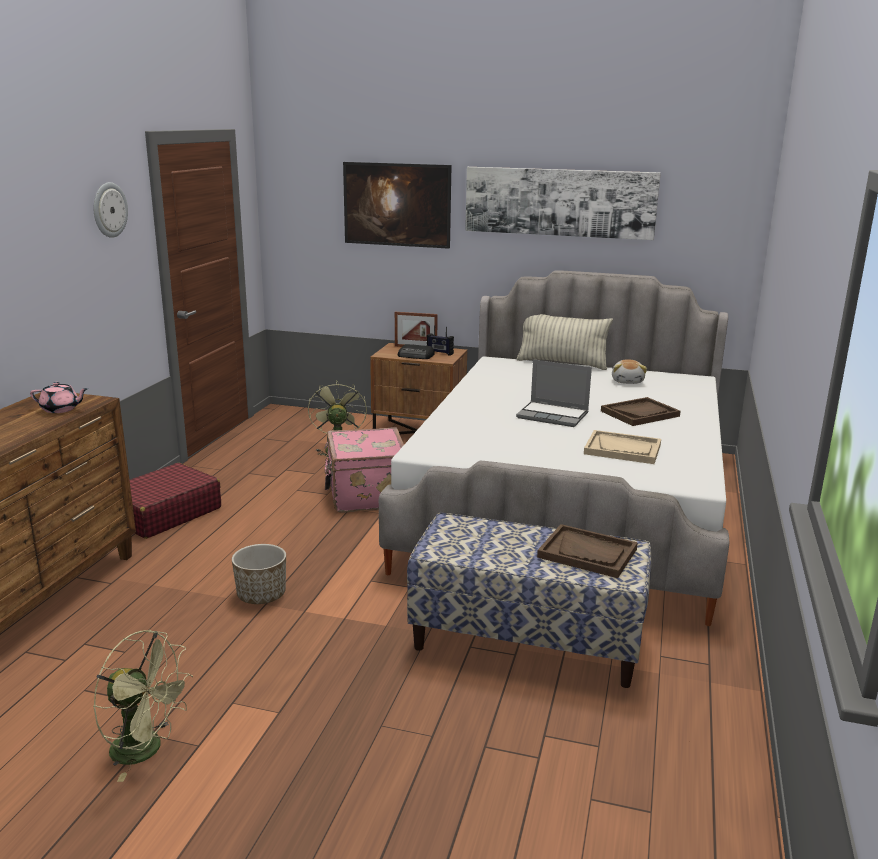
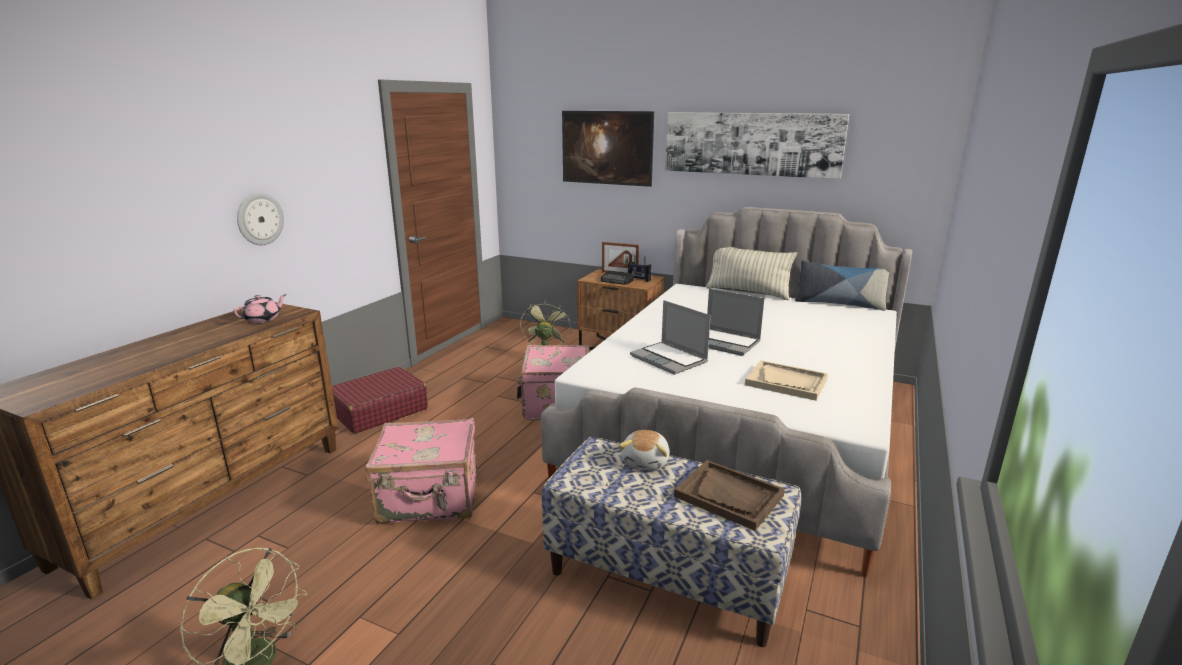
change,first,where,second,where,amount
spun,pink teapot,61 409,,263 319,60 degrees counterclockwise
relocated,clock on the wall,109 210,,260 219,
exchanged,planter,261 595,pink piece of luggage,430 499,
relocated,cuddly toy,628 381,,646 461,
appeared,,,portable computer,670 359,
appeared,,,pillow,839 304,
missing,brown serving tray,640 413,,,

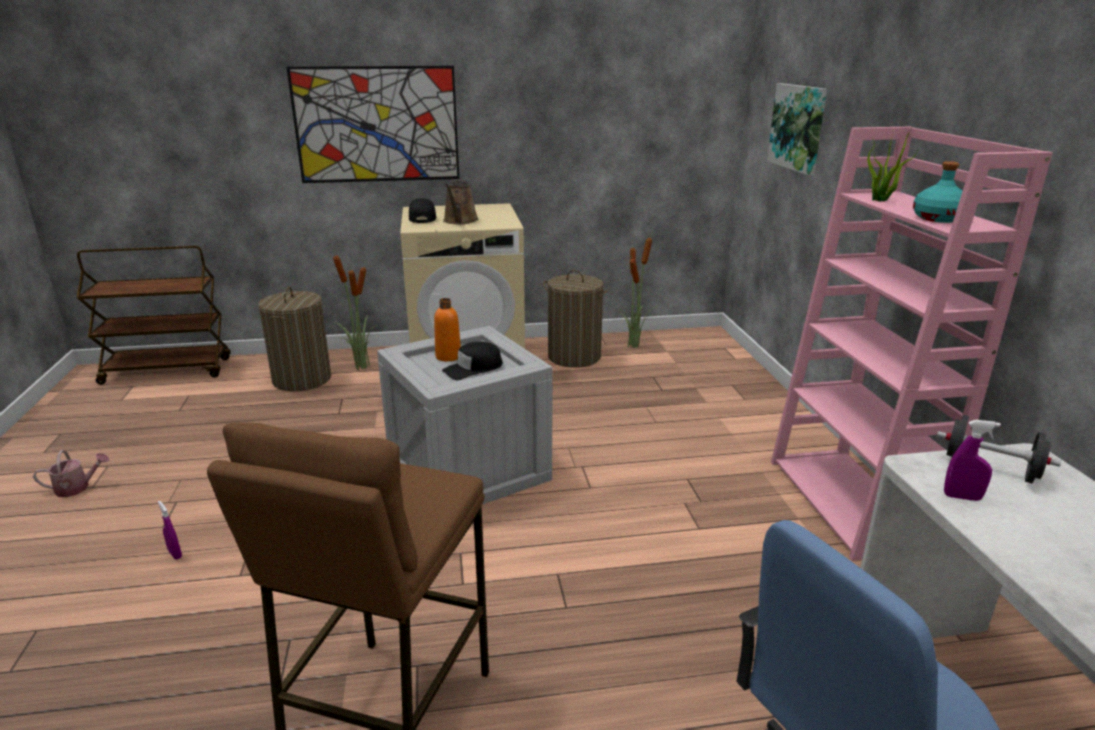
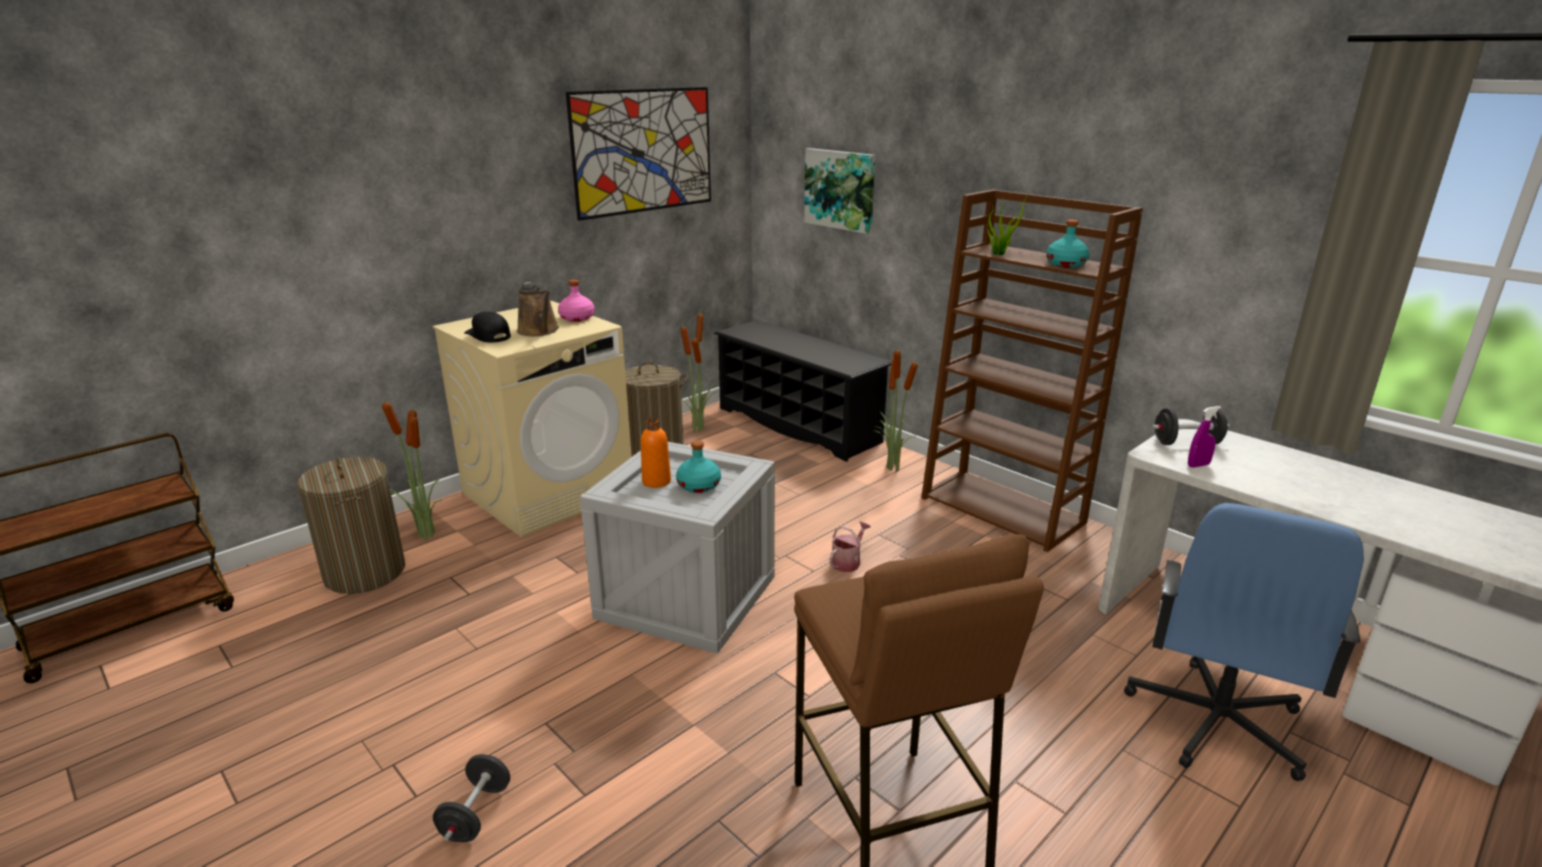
change,first,where,second,where,amount
exchanged,purple spray bottle,175 554,black-coloured hand weight,476 814,
appeared,,,pink bottle,576 318,
relocated,wall art,377 125,,644 151,
exchanged,black-coloured baseball cap,473 368,turquoise bottle,699 485,
appeared,,,black-coloured shoe shelf,799 425,
relocated,watering can,77 488,,848 562,
appeared,,,plant in a pot,892 468,
colour,pink bookcase,851 503,brown bookcase,1004 510,

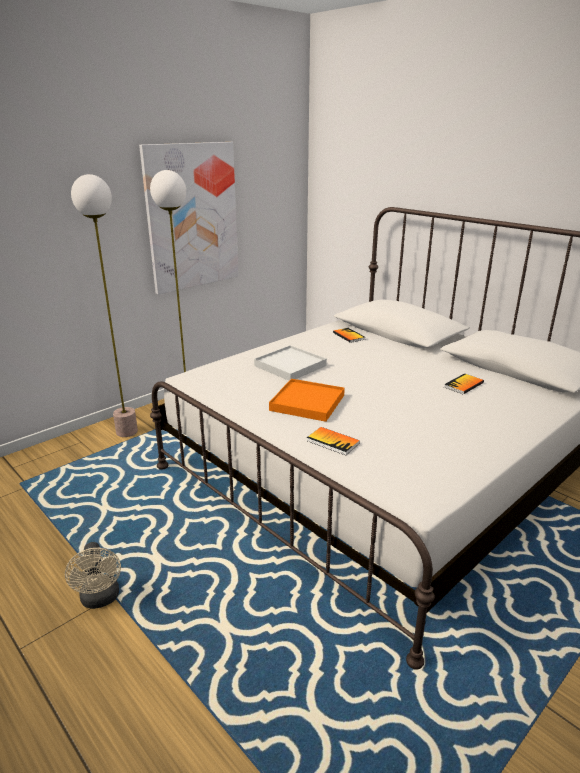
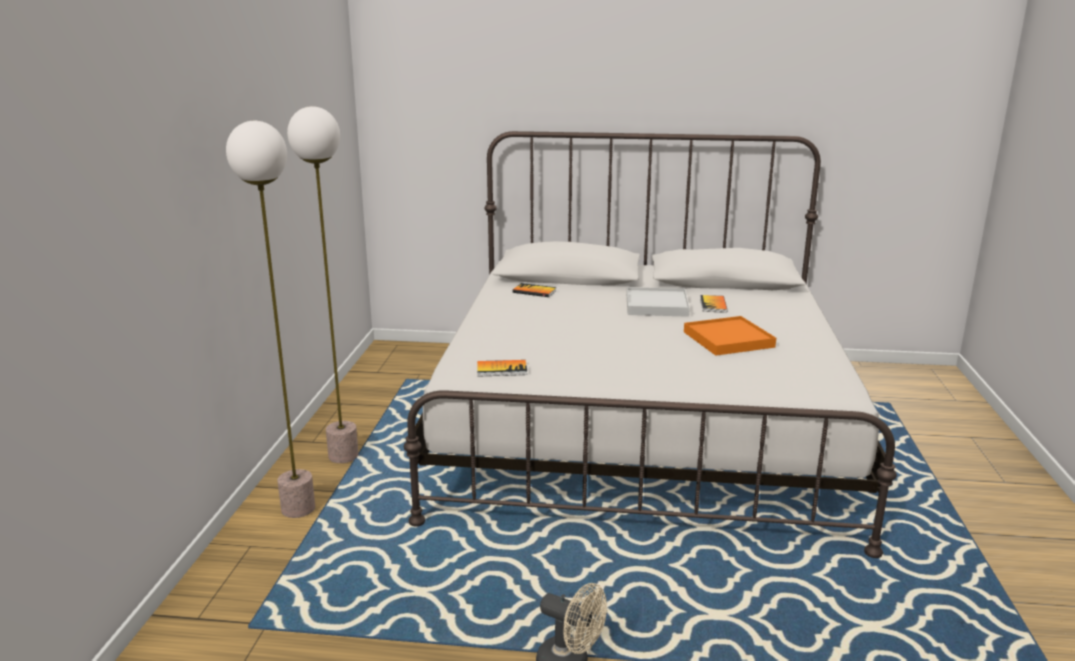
change,first,where,second,where,amount
relocated,book,333 442,,502 369,
relocated,white serving tray,290 366,,656 305,
relocated,orangey serving tray,307 402,,728 339,
missing,wall art,192 217,,,

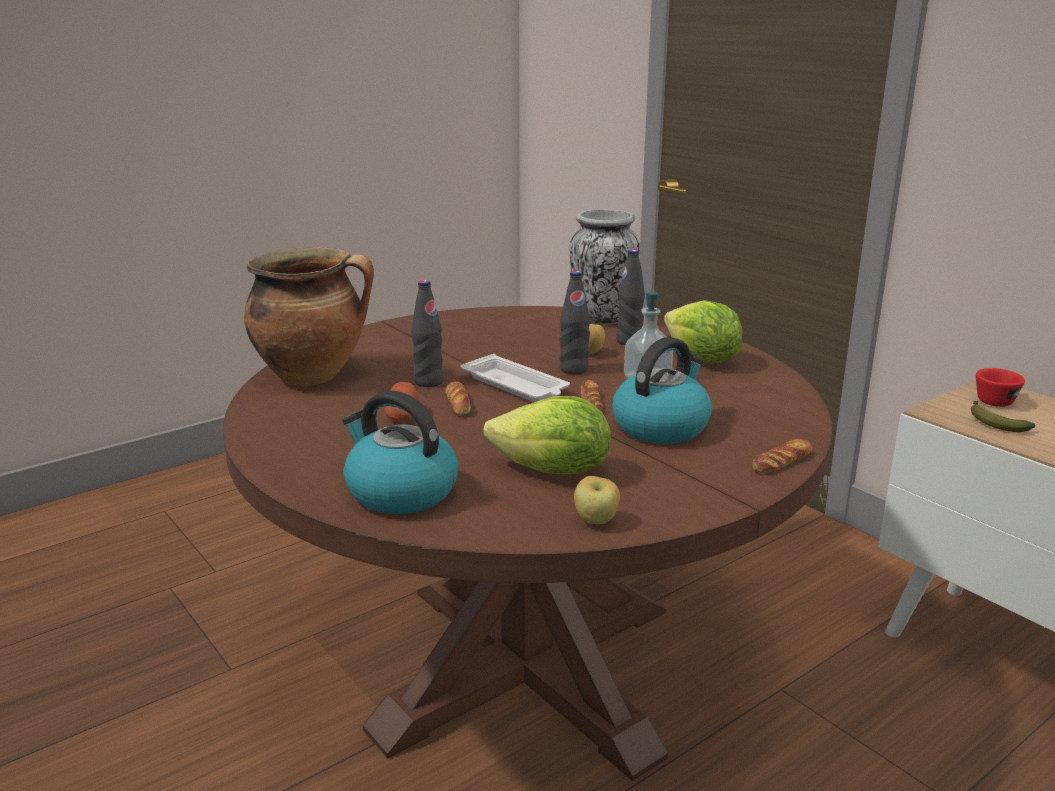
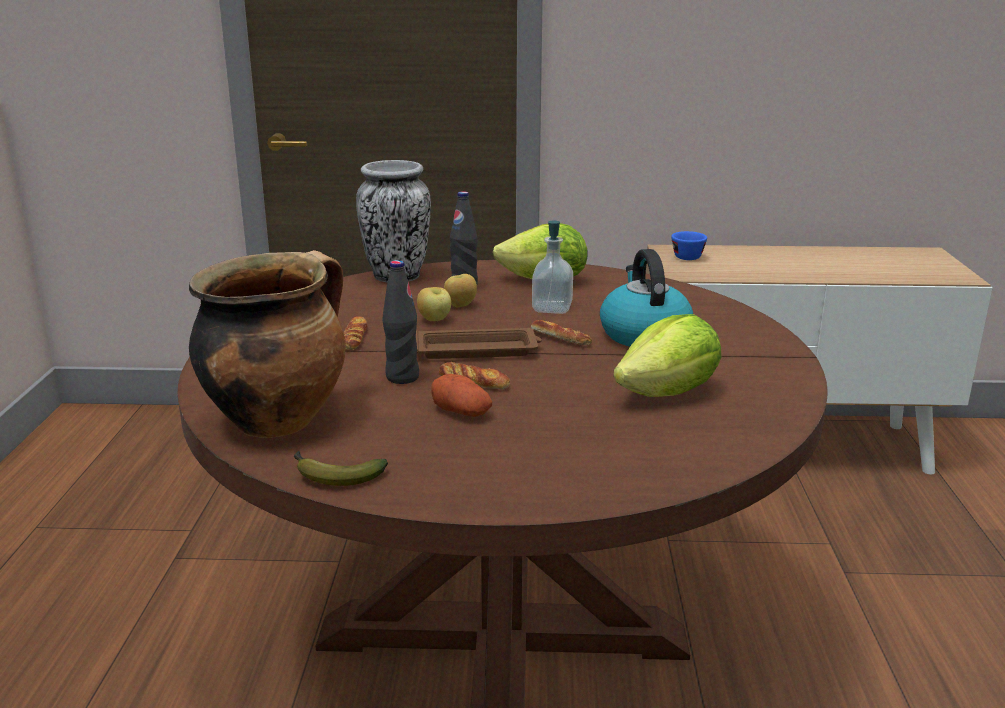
change,first,where,second,where,amount
relocated,banana fruit,994 422,,334 476,
relocated,bakery bread,781 462,,354 338,
colour,white serving tray,516 386,brown serving tray,478 350,
relocated,whole apple,596 521,,435 320,
colour,reddish small cup,997 400,bluish small cup,686 256,
missing,water kettle,400 492,,,
missing,black-coloured bottle,574 369,,,

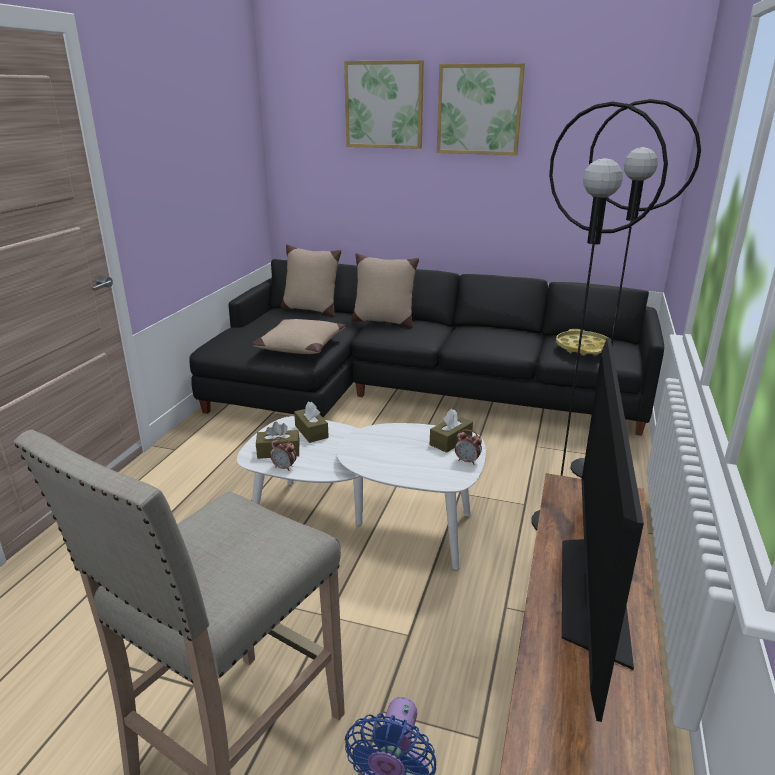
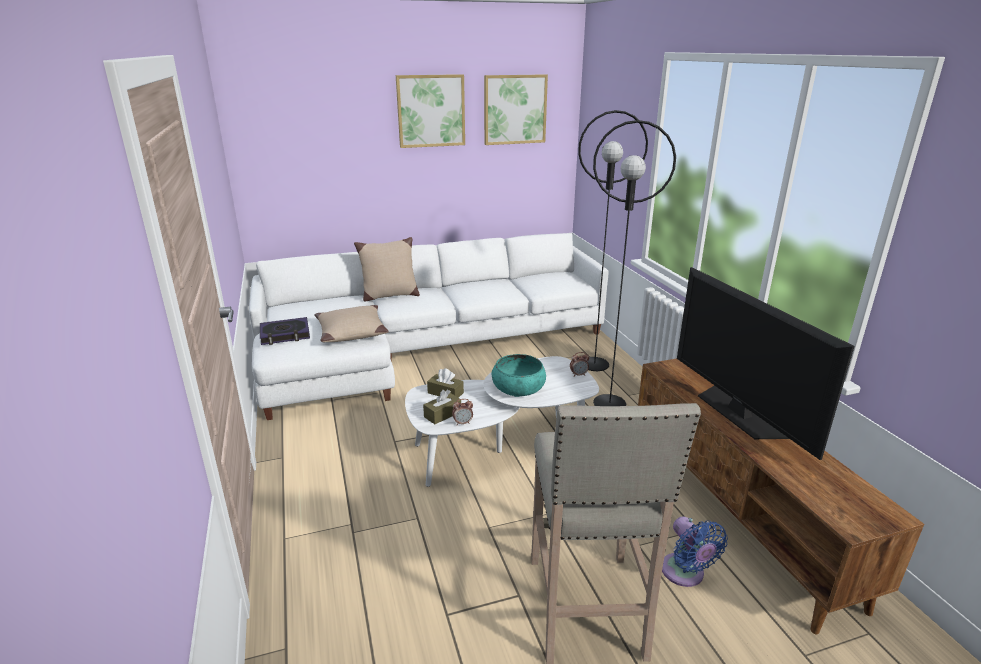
change,first,where,second,where,amount
colour,black-coloured sofa,408 389,white sofa,419 348,
appeared,,,book,285 335,
relocated,wall art,384 105,,514 109,
appeared,,,turquoise serving bowl,518 387,
missing,beige pillow,310 309,,,
missing,brown tissue holder,450 441,,,
missing,yellow-coloured serving tray,583 347,,,

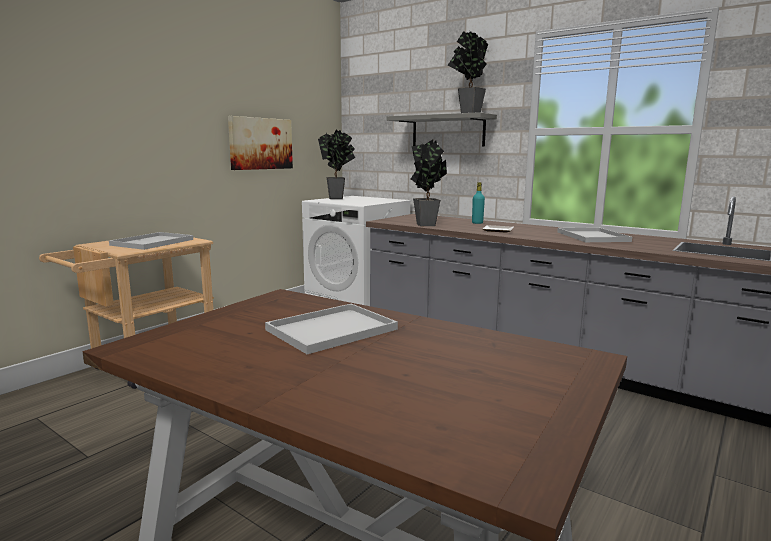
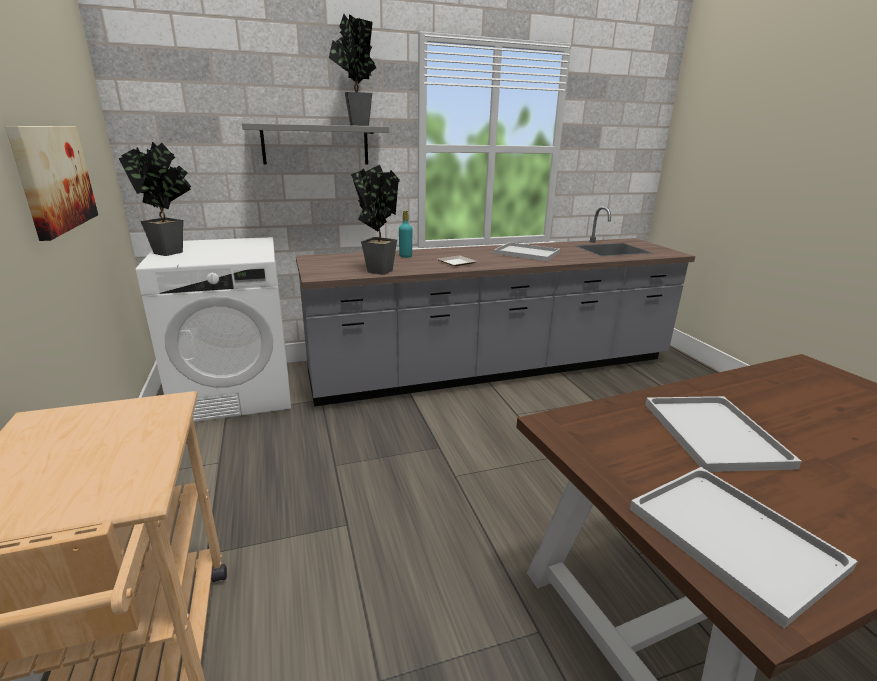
change,first,where,second,where,amount
relocated,white serving tray,152 242,,738 539,

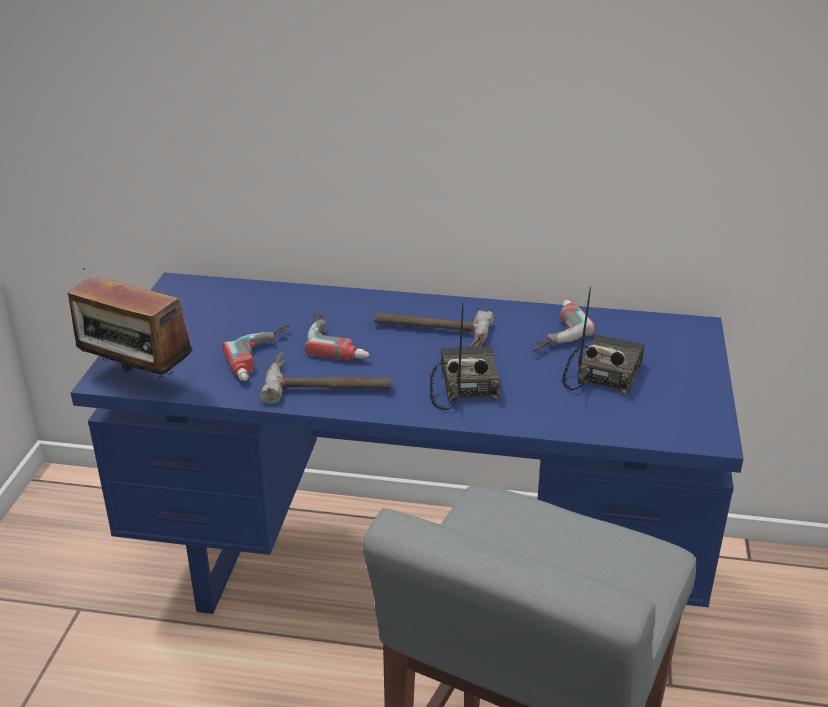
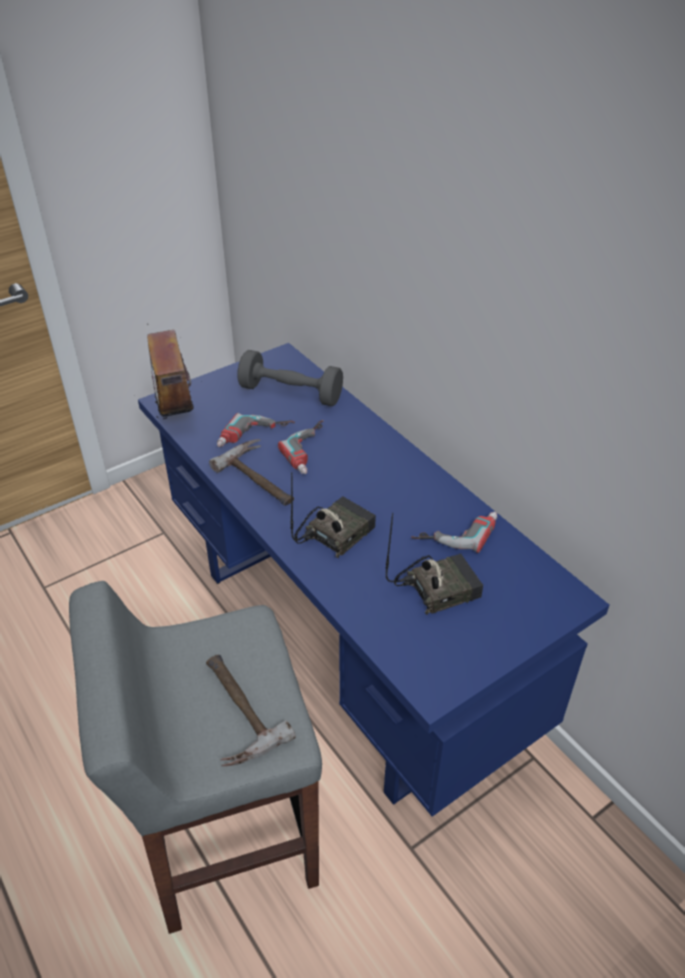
change,first,where,second,where,amount
relocated,hammer,430 335,,232 712,
appeared,,,gray hand weight,291 393,

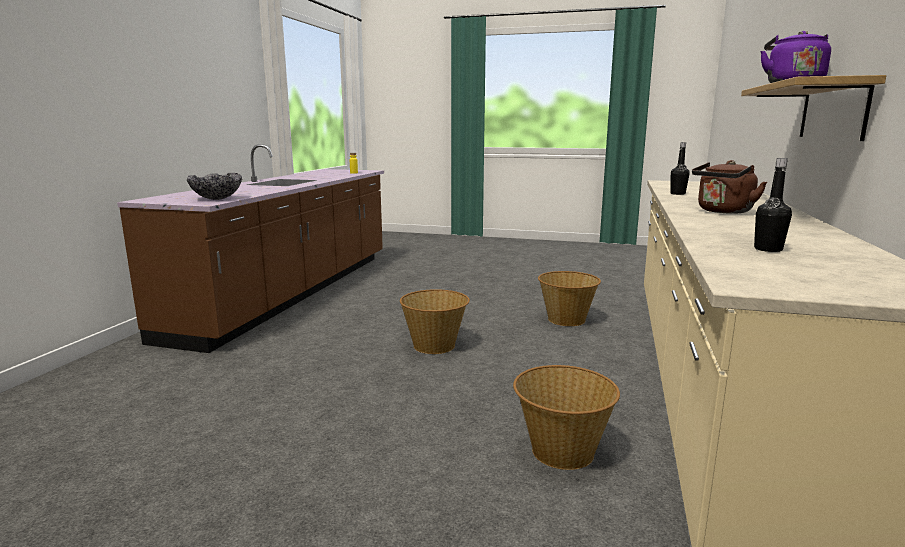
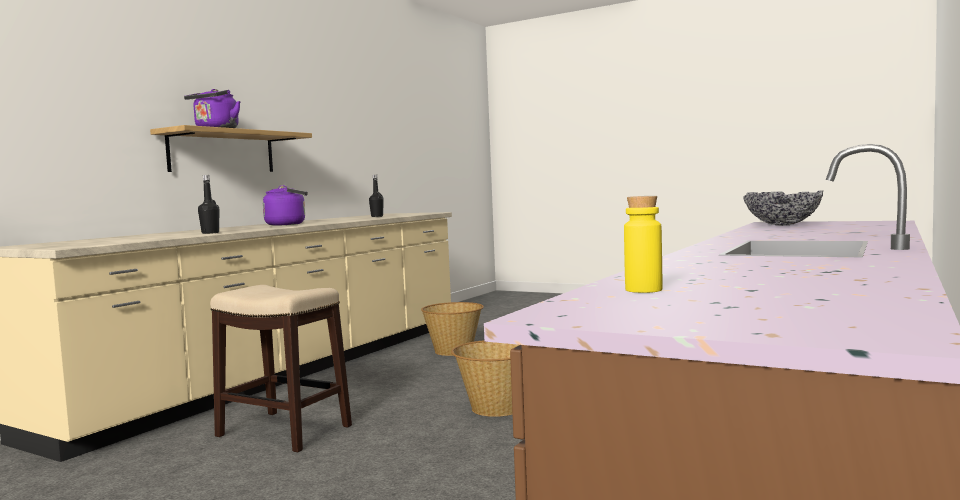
change,first,where,second,where,amount
exchanged,household basket,566 320,sitting stool,285 431,
colour,brown water kettle,723 211,purple water kettle,288 224,

